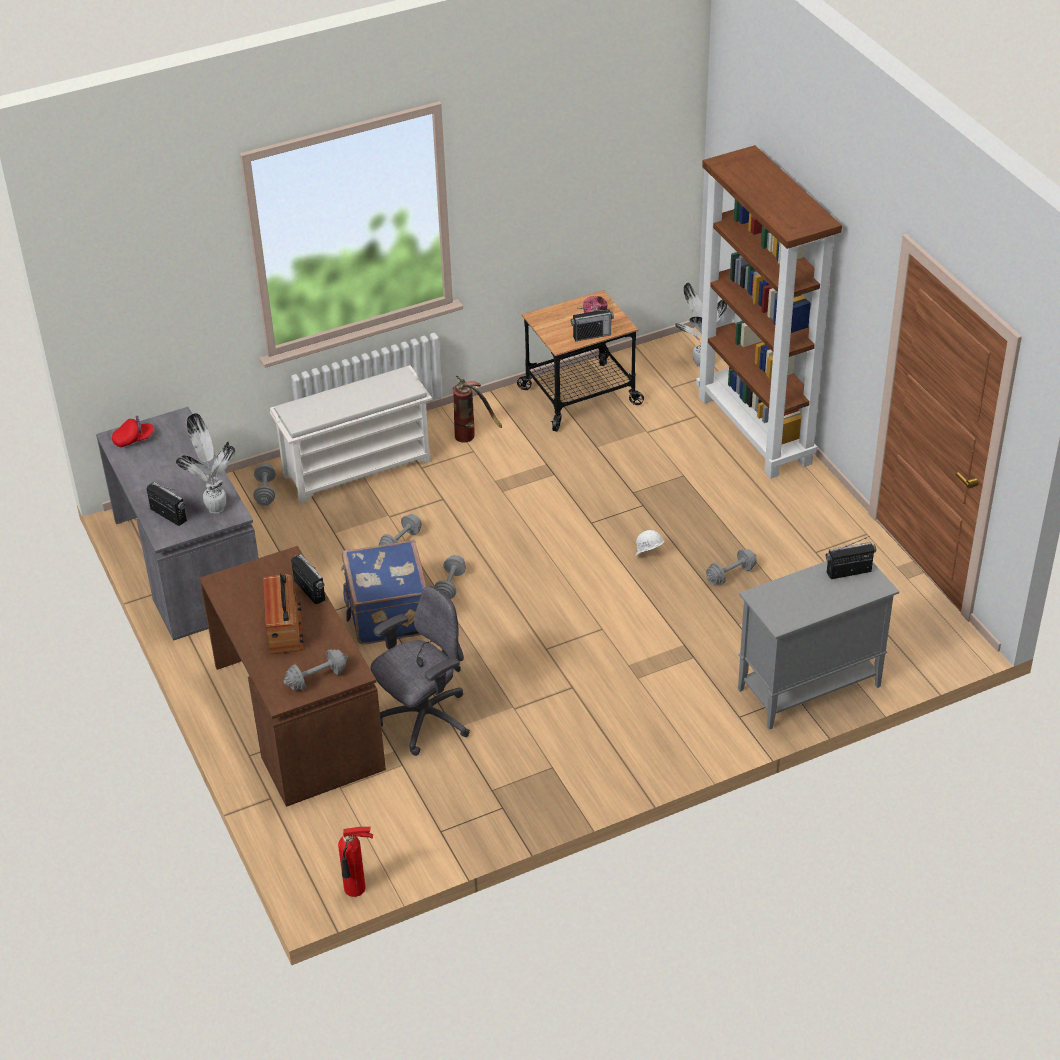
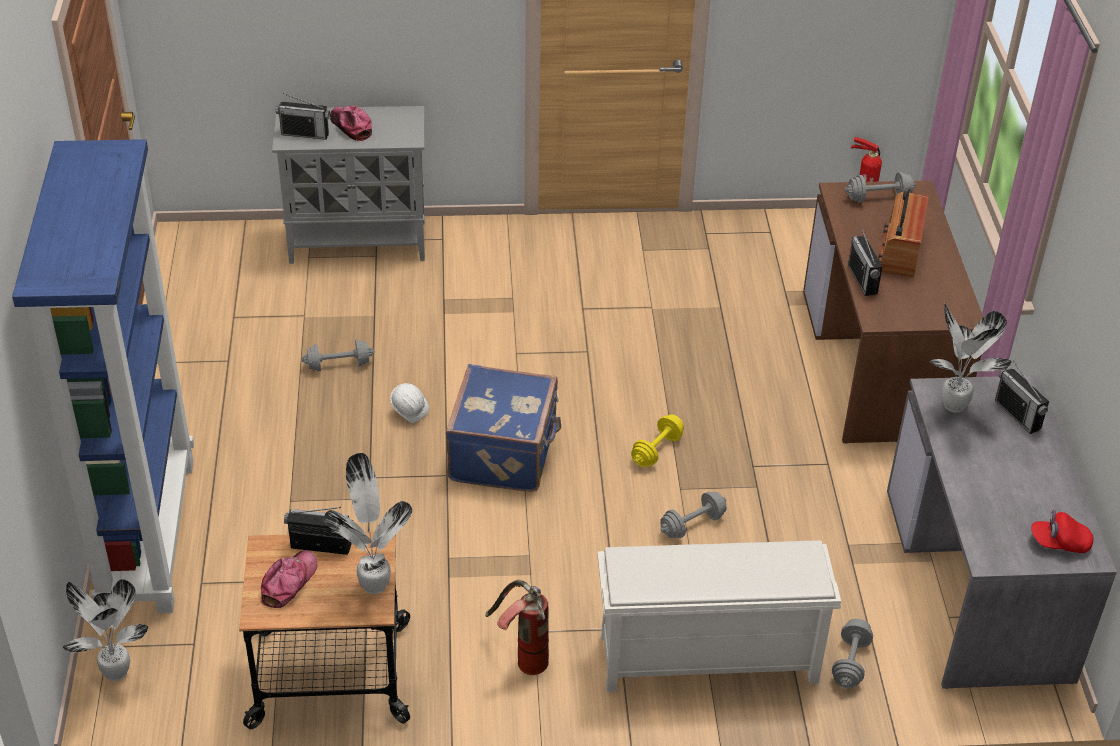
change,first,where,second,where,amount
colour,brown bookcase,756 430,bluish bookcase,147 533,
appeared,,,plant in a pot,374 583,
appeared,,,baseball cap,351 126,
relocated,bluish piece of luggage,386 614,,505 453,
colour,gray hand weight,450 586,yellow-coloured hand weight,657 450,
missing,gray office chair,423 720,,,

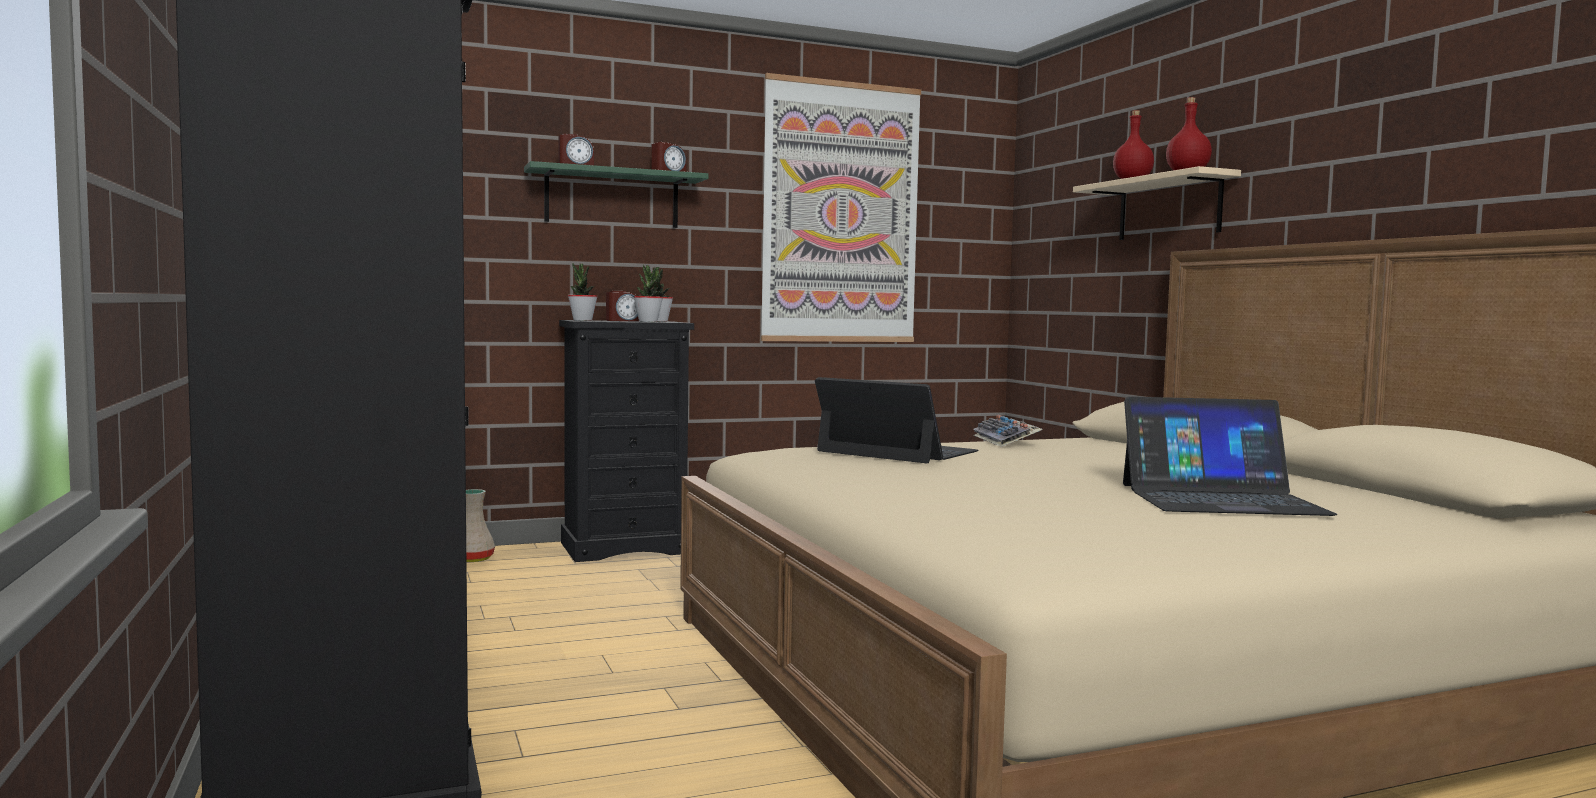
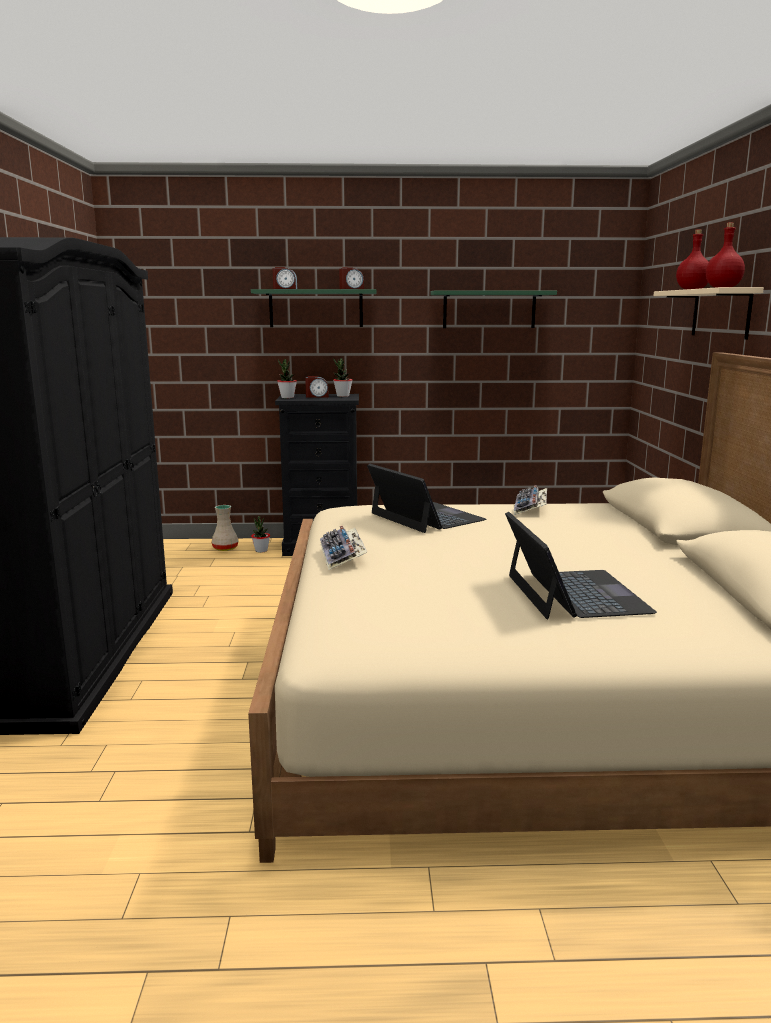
change,first,where,second,where,amount
relocated,plant in a pot,648 322,,261 550,
appeared,,,keyboard,343 555,
exchanged,wall art,841 213,green-coloured bracket shelf,489 309,
spun,portable computer,1220 499,,574 593,120 degrees counterclockwise

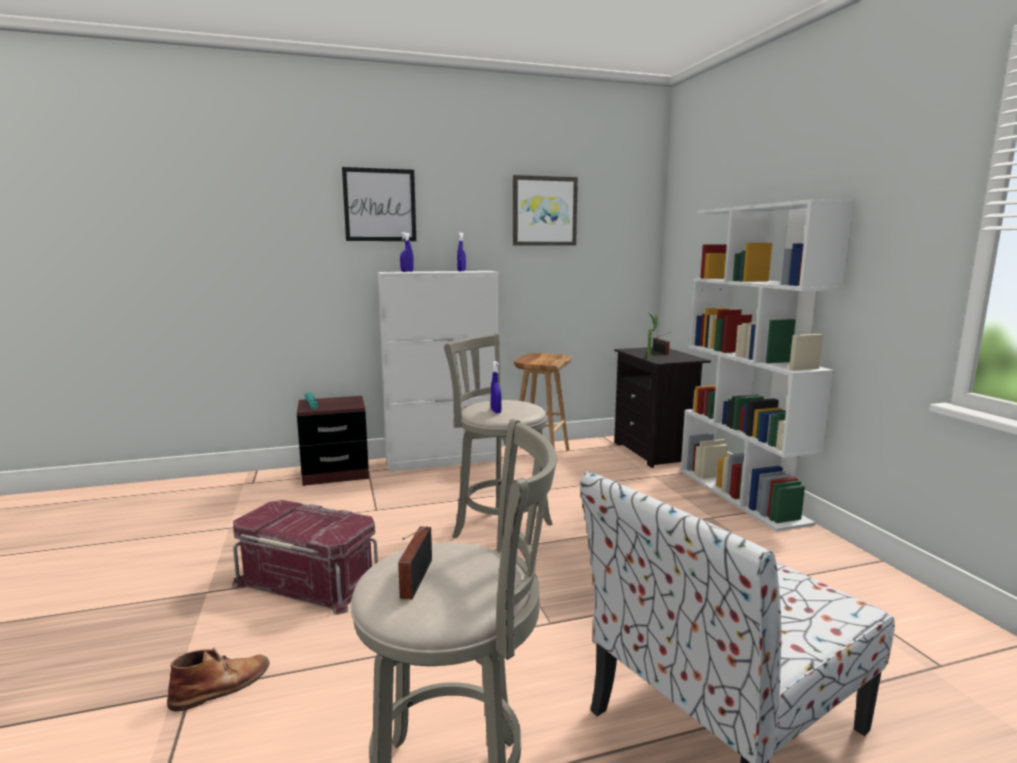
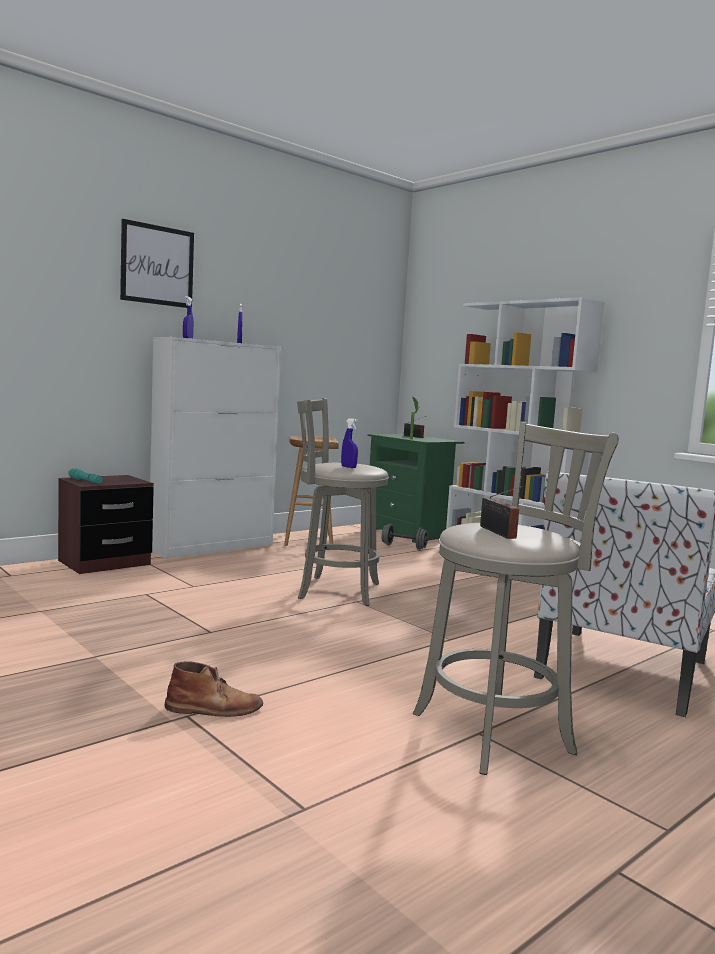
change,first,where,second,where,amount
spun,brown boot,222 686,,214 708,60 degrees clockwise
colour,black-coloured nightstand,655 452,green-coloured nightstand,409 533,
appeared,,,gray hand weight,404 547,
missing,reddish storage container,310 580,,,
missing,wall art,544 211,,,

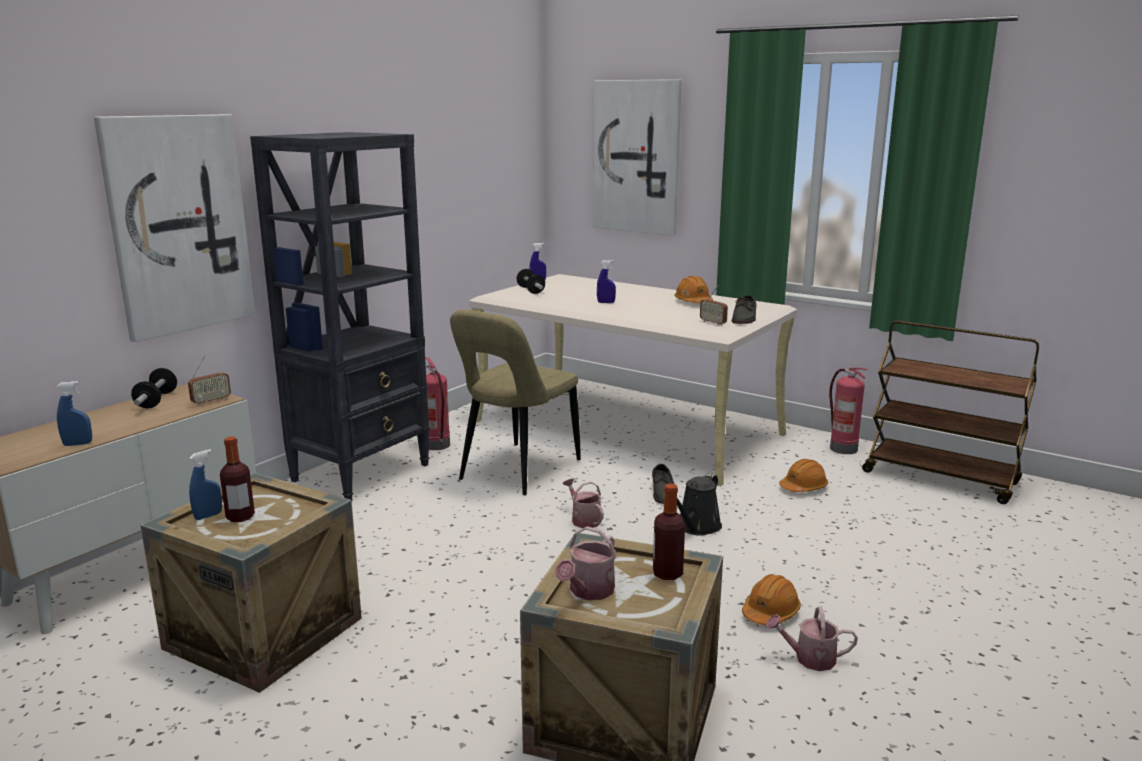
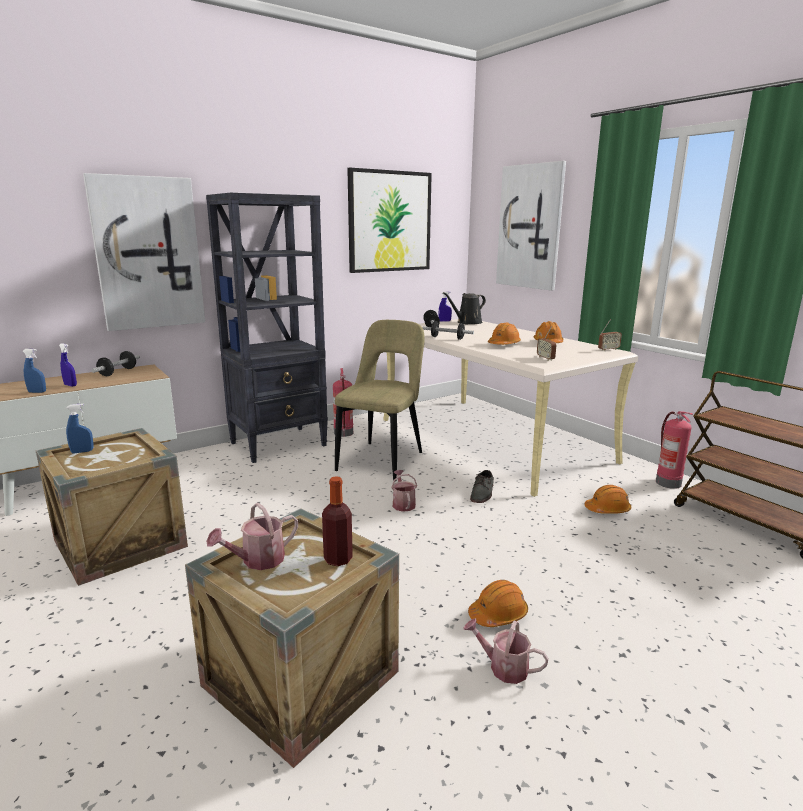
change,first,where,second,where,amount
relocated,bluish spray bottle,606 302,,70 385,
spun,beige chair,516 471,,383 460,150 degrees clockwise
appeared,,,wall art,389 221,
appeared,,,hand weight,447 338,
relocated,black-coloured watering can,697 527,,467 322,
appeared,,,orangey hard hat,504 344,
relocated,radio,211 401,,608 350,
missing,bottle,240 517,,,
missing,gray item of footwear,744 318,,,

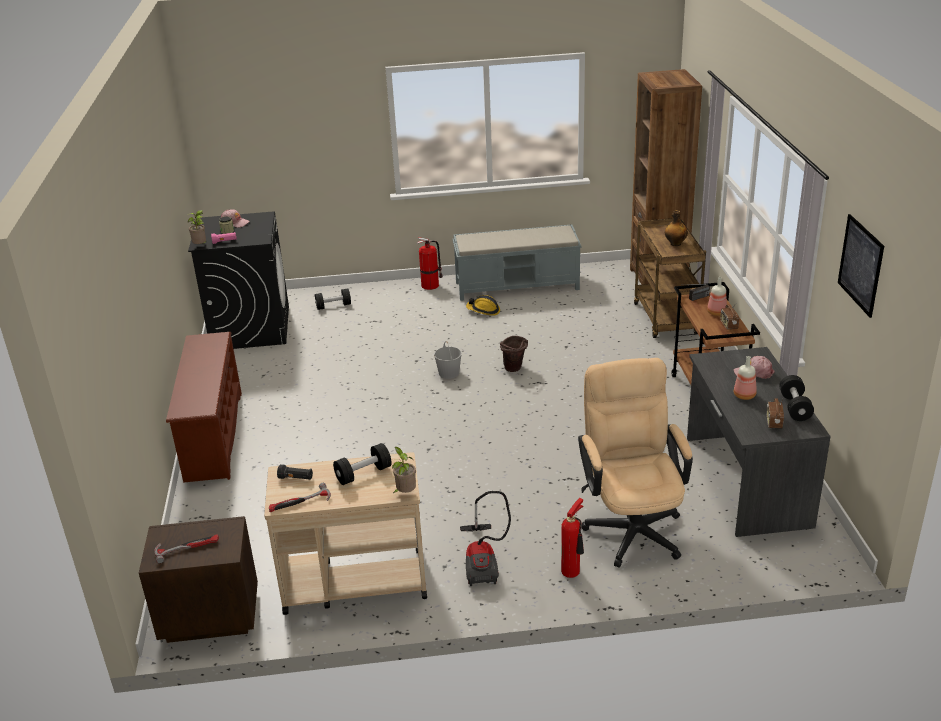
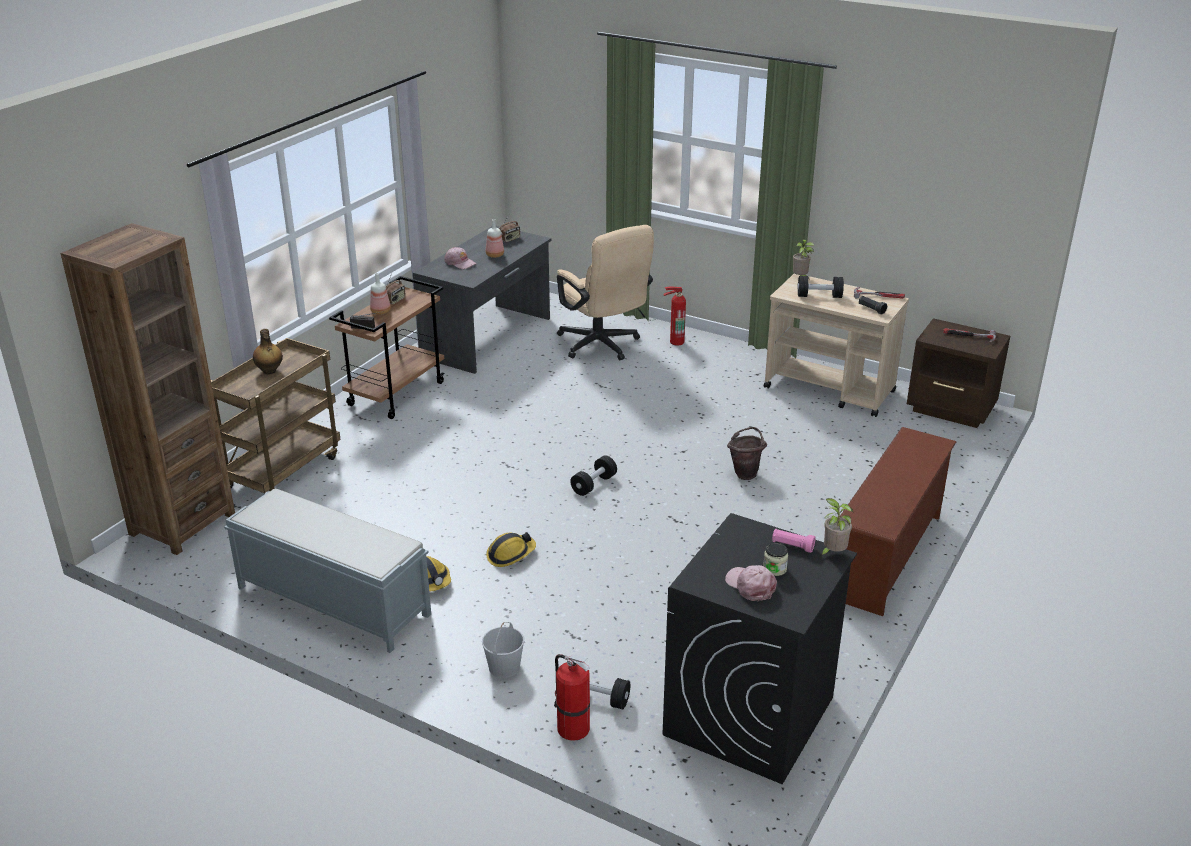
change,first,where,second,where,amount
relocated,white water bucket,449 373,,504 666,
appeared,,,hard hat,510 554,
relocated,fire extinguisher,431 285,,571 727,
spun,beige office chair,632 525,,602 346,60 degrees counterclockwise
relocated,black-coloured hand weight,795 407,,593 484,
relocated,brown water bucket,514 369,,745 473,
missing,vacuum,483 561,,,
missing,wall art,860 265,,,

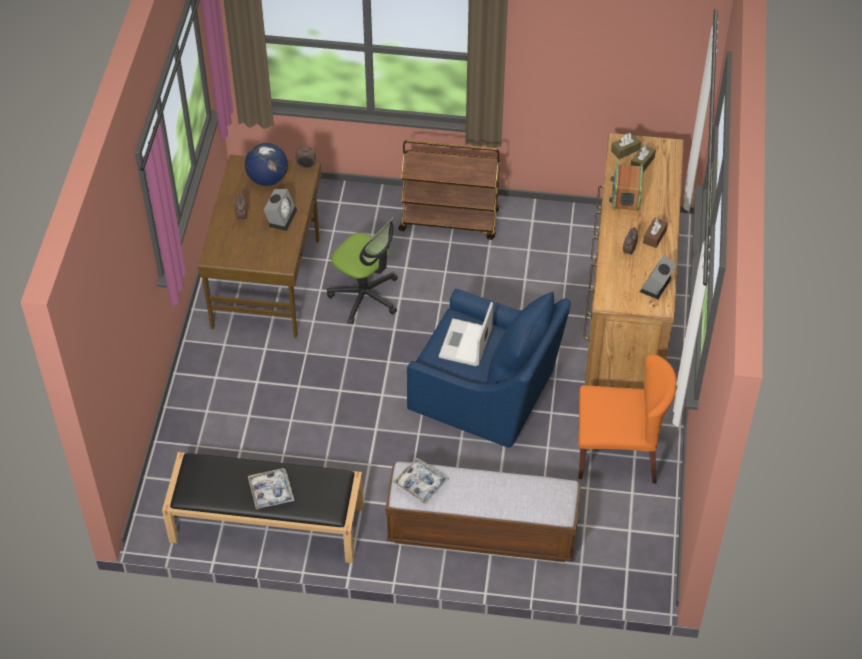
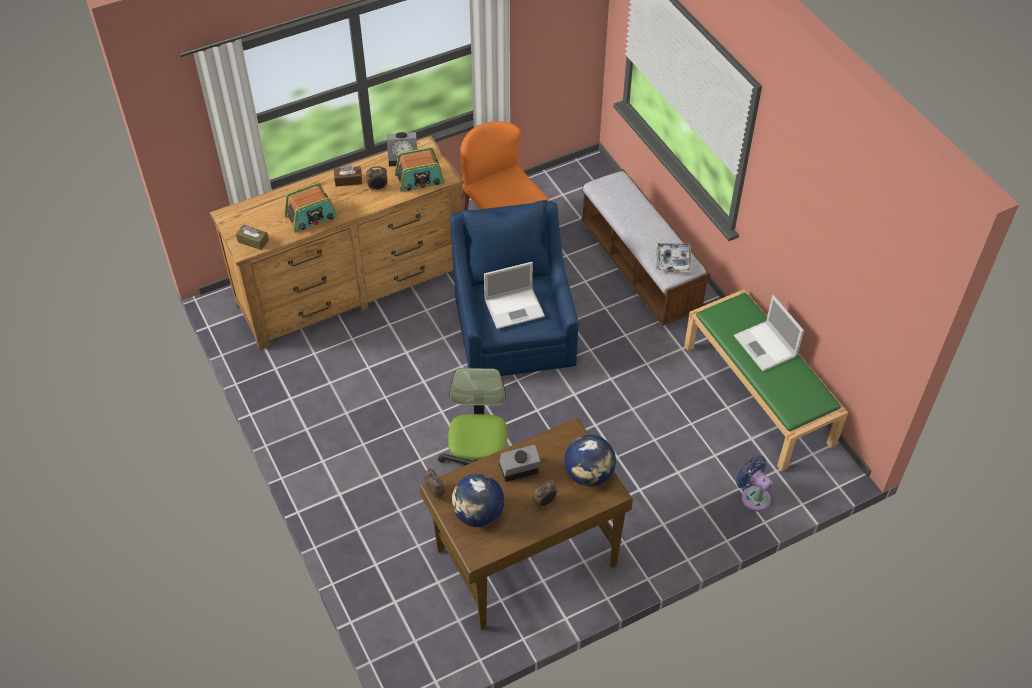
change,first,where,second,where,amount
appeared,,,radio,420 179,
appeared,,,world globe,589 474,
colour,black-coloured indoor bench,265 523,green-coloured indoor bench,759 394,
exchanged,serving tray,271 491,portable computer,766 347,
appeared,,,bluish electric fan,753 496,
missing,brown trolley,450 220,,,
missing,brown tissue holder,642 162,,,

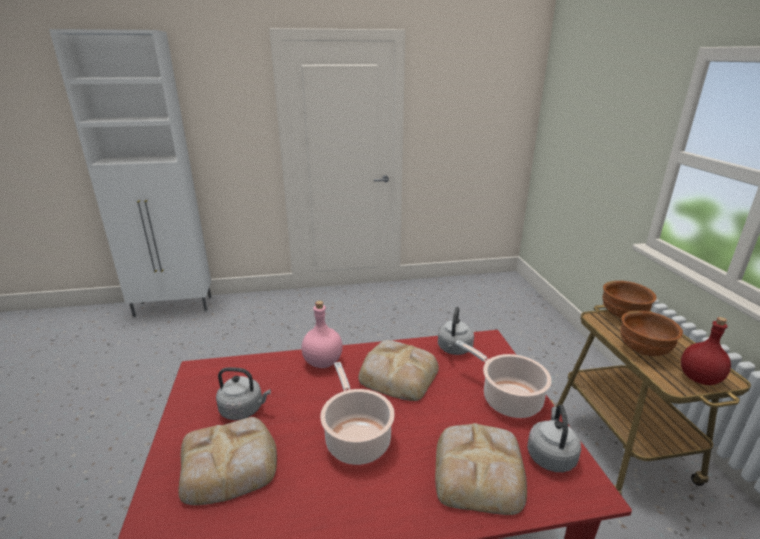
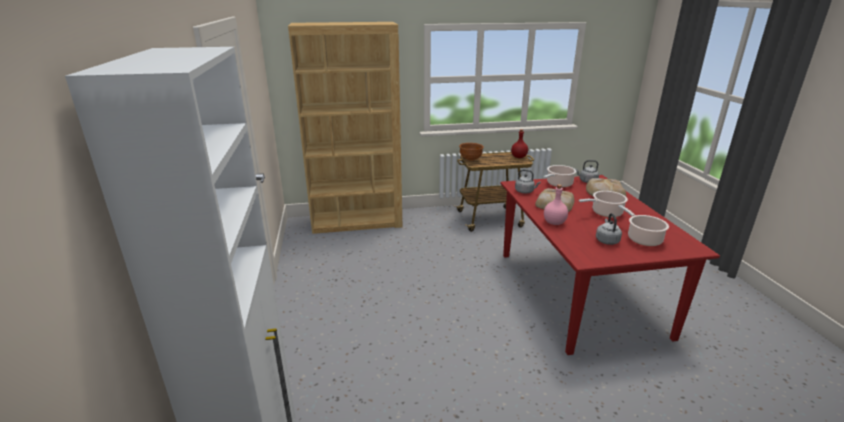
change,first,where,second,where,amount
appeared,,,brown bookcase,357 222,
exchanged,bakery bread,230 465,stockpot,642 238,
missing,brown serving bowl,643 351,,,

